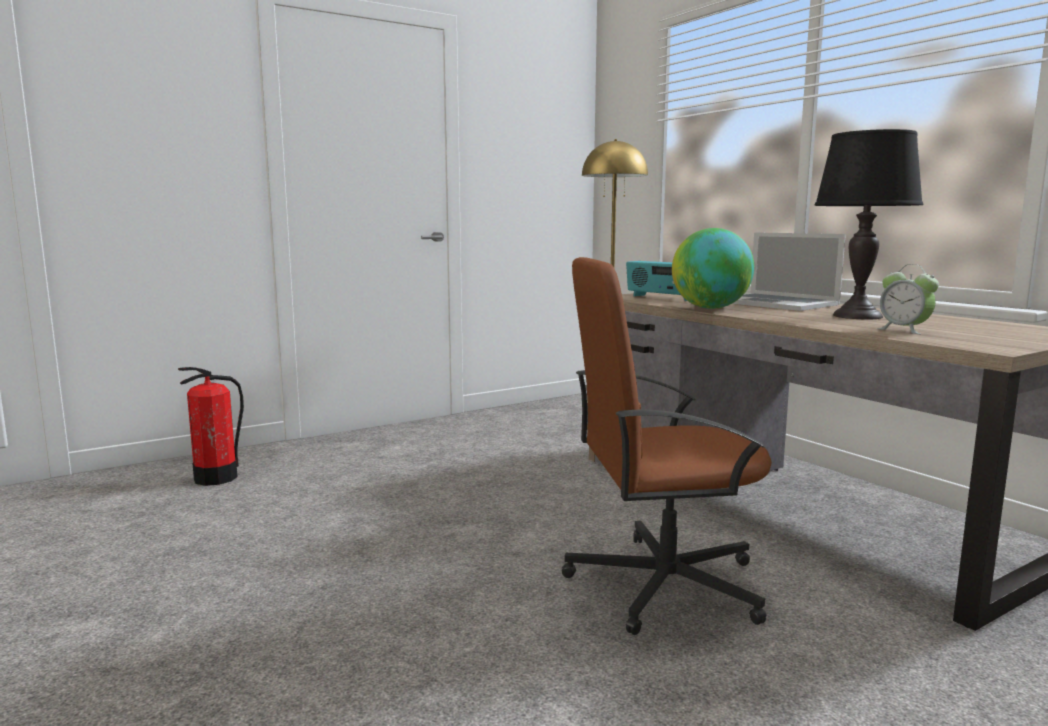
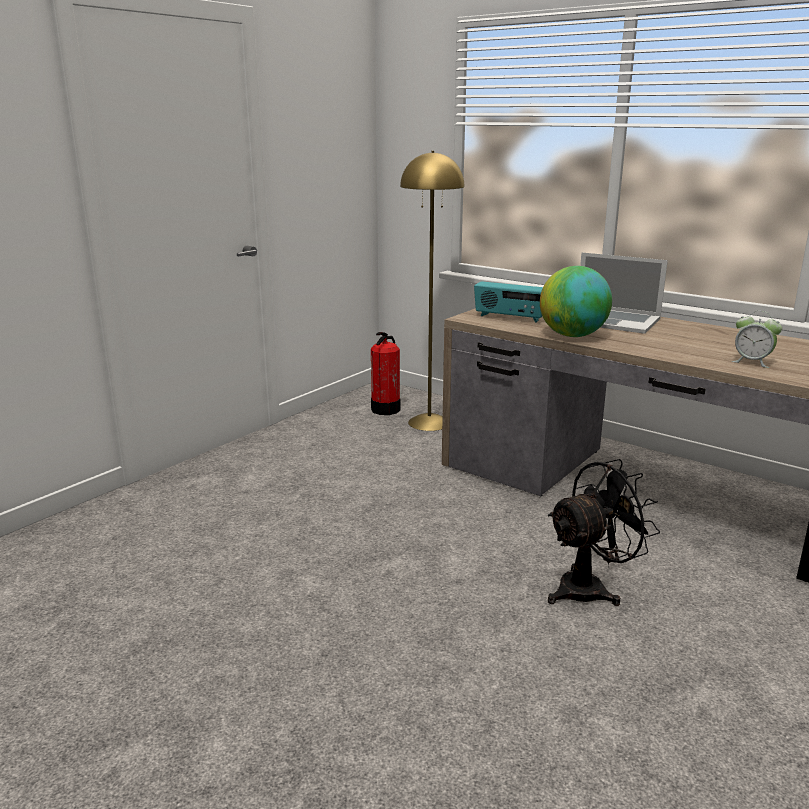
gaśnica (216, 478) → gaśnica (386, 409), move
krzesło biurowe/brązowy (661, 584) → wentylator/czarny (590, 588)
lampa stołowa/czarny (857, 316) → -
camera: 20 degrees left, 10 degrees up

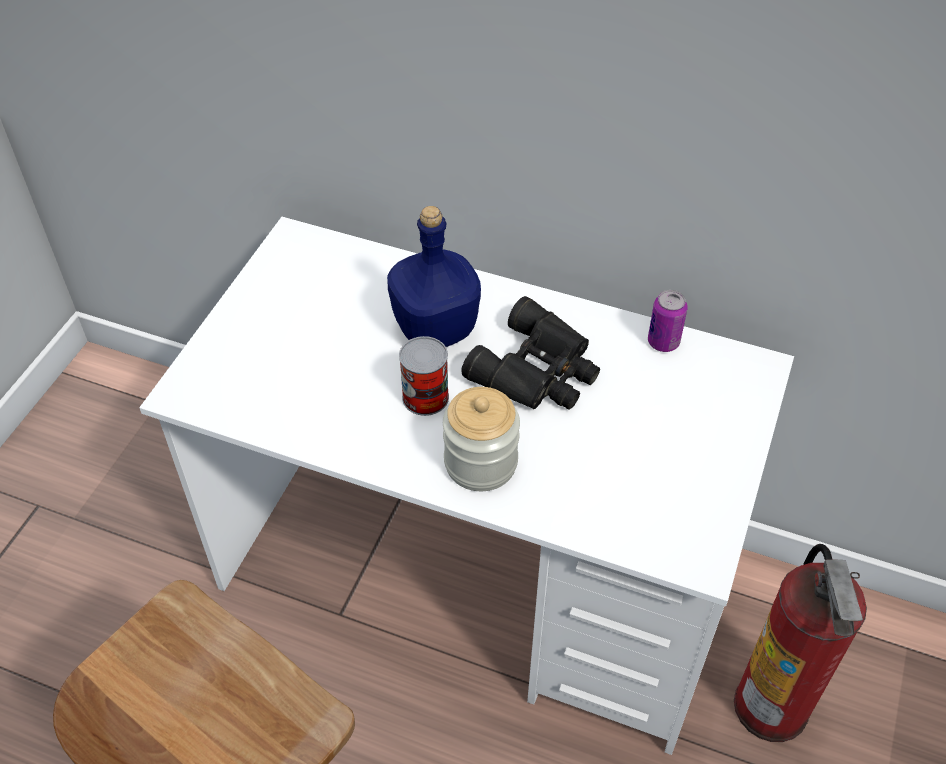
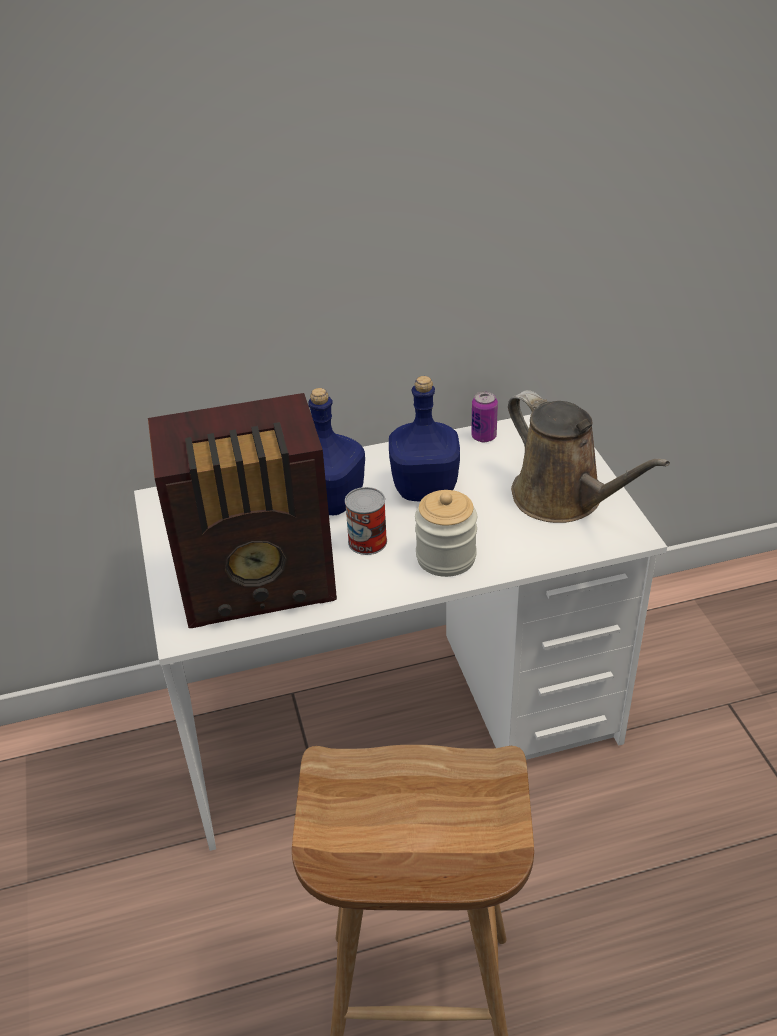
- → radio (261, 585)
lornetka/czarny (538, 371) → butelka/niebieski (425, 490)
- → konewka/brązowy (563, 499)
gaśnica (772, 707) → -
camera: 35 degrees left, 10 degrees down

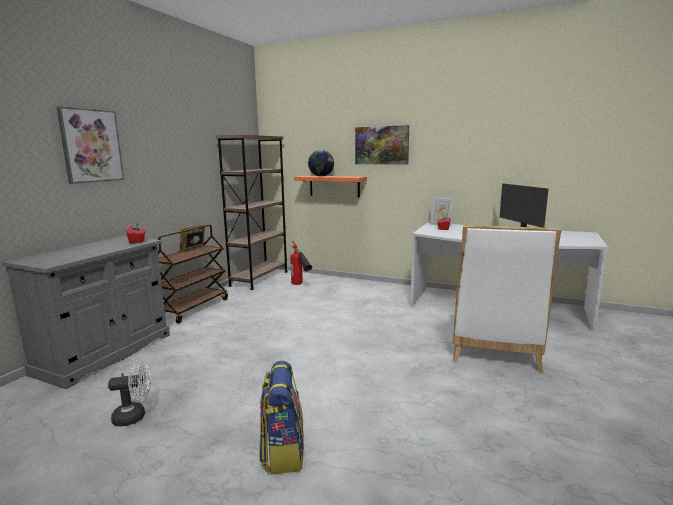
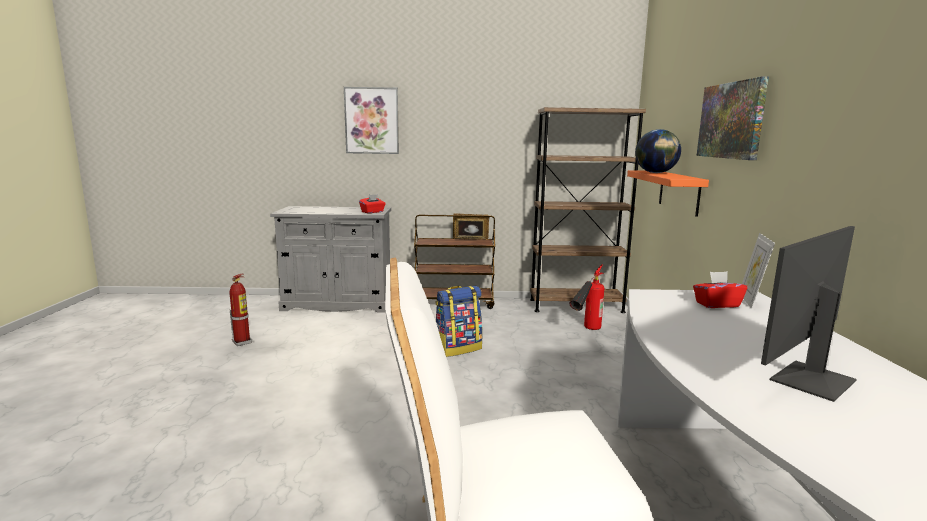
wentylator/biały (135, 416) → gaśnica (242, 342)
plecak (282, 452) → plecak (458, 348), move
camera: 65 degrees right, 0 degrees up

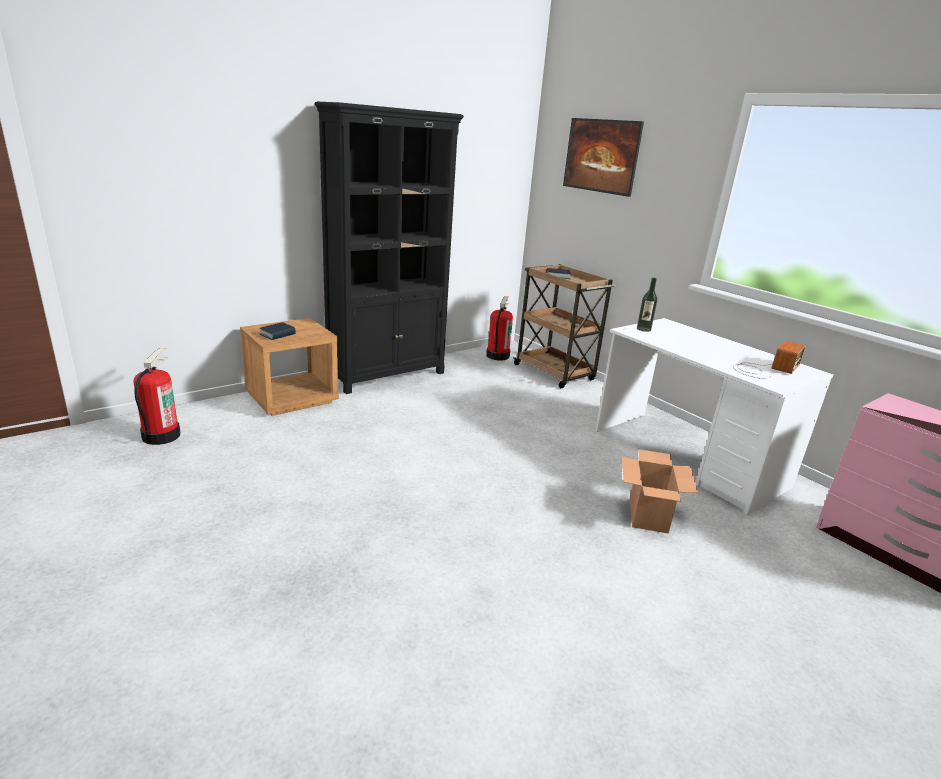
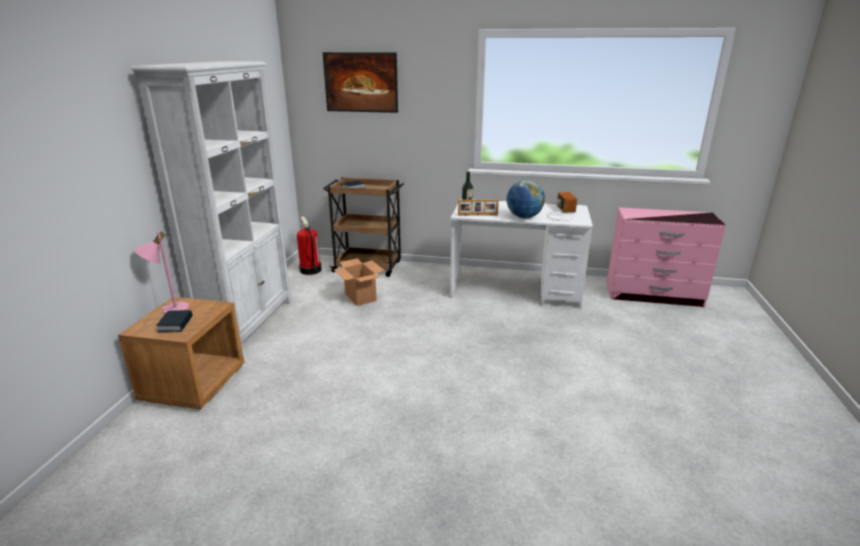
regał/czarny (387, 375) → regał/biały (248, 323)
- → lampa stołowa/różowy (169, 308)
karton (648, 516) → karton (361, 297), move
- → ramka na zdjęcie (477, 215)
- → globus (524, 217)
gaśnica (160, 436) → -
camera: 40 degrees left, 0 degrees up

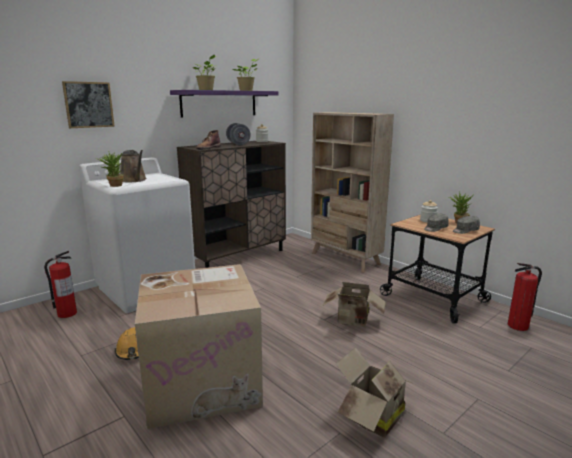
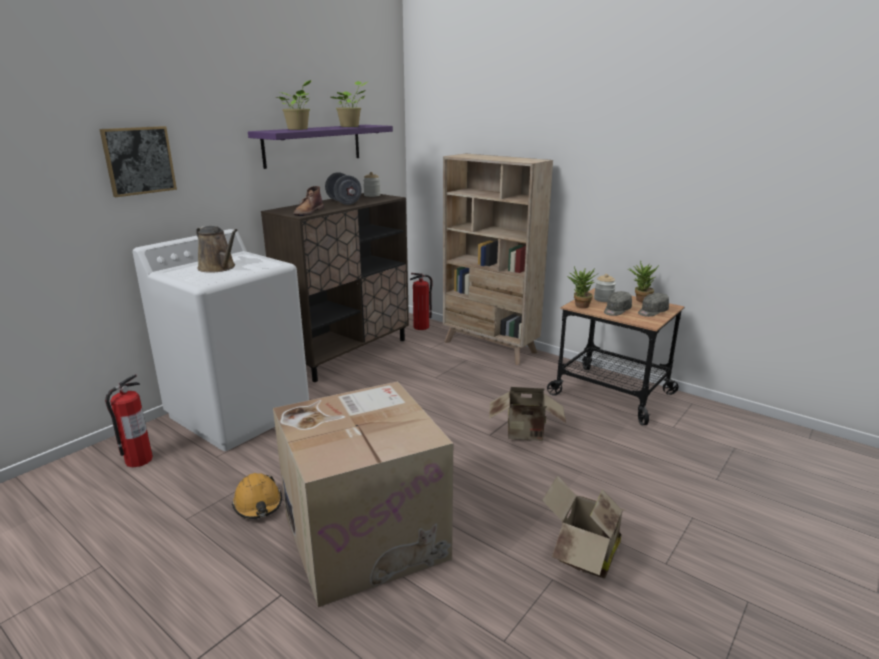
gaśnica (518, 326) → gaśnica (421, 327), move
roślina doniczkowa (113, 185) → roślina doniczkowa (579, 306), move
camera: 10 degrees left, 5 degrees up

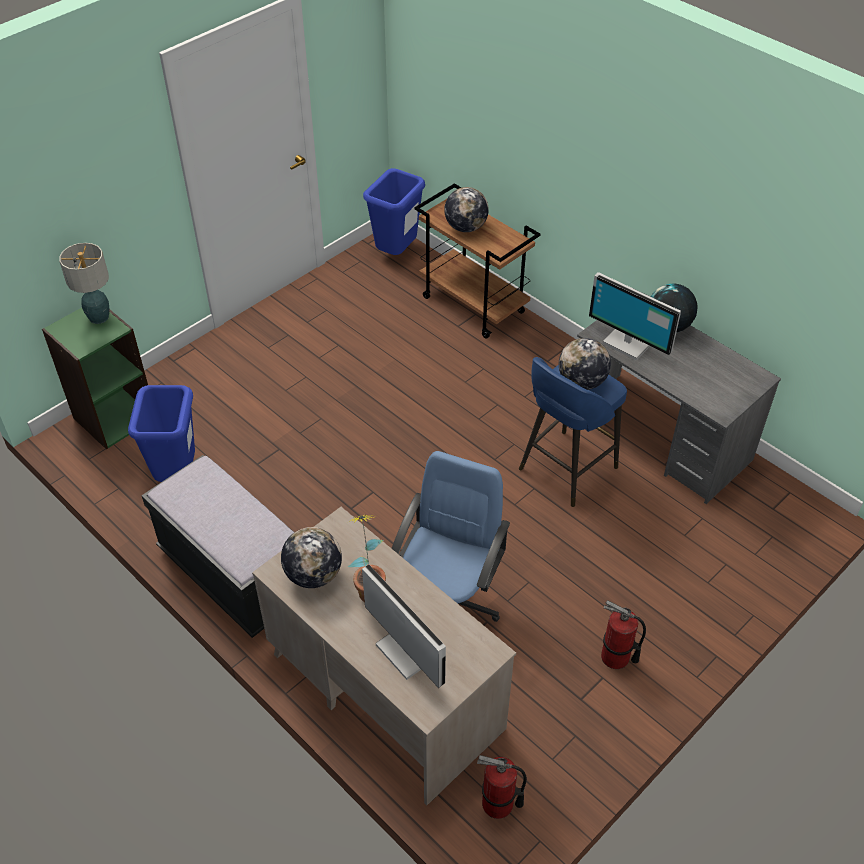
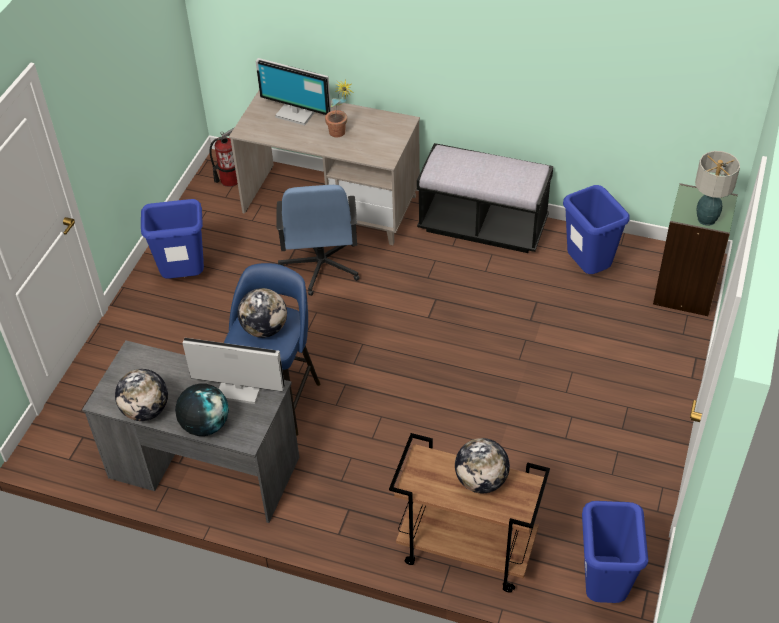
globus (313, 575) → globus (146, 410), move
gaśnica (615, 657) → kosz na śmieci/niebieski (185, 277)
camera: 155 degrees right, 0 degrees up

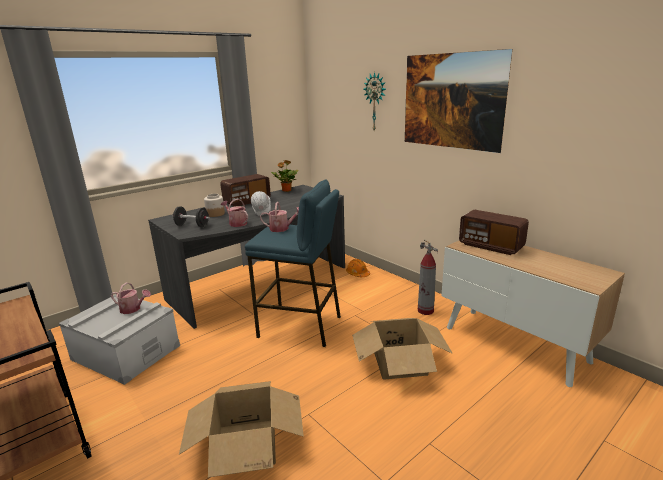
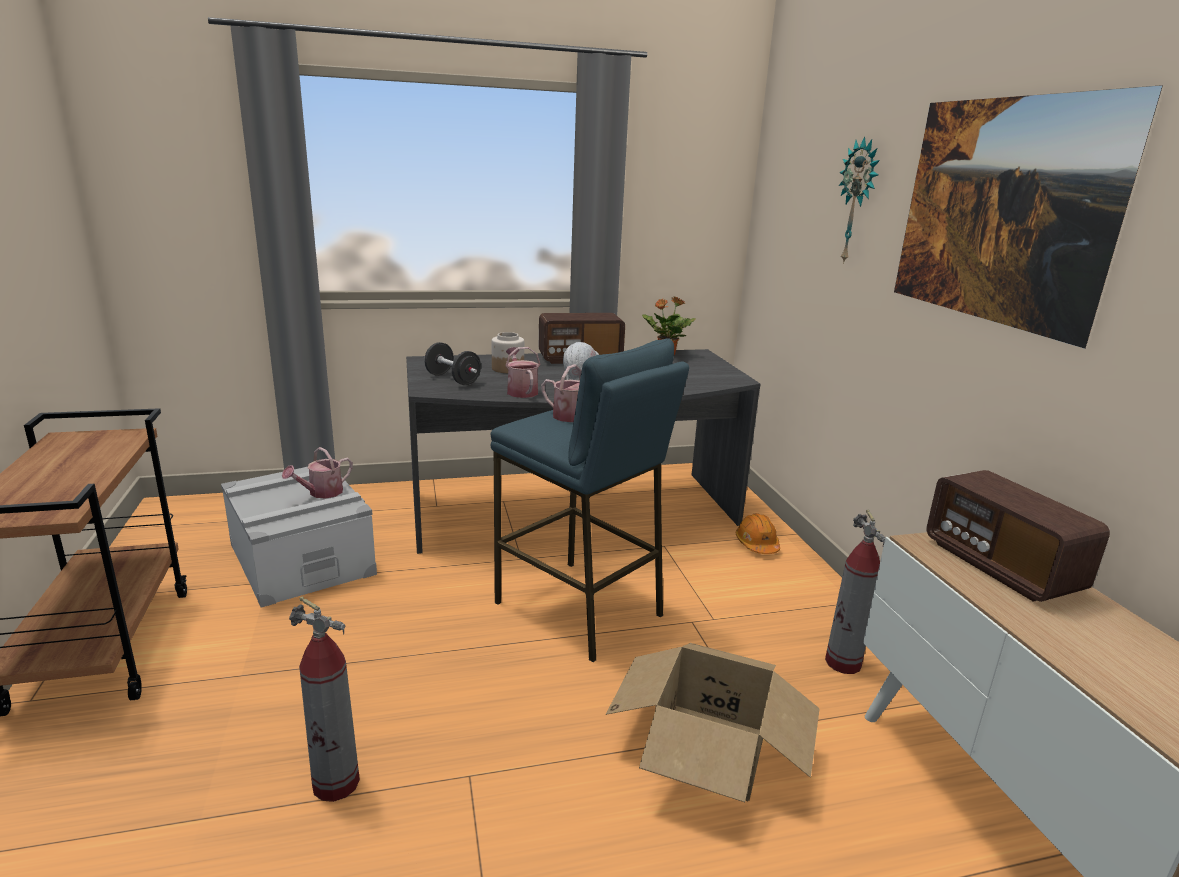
konewka (133, 309) → konewka (321, 493), 90 degrees clockwise
karton (247, 444) → gaśnica (336, 783)
camera: 25 degrees right, 0 degrees up

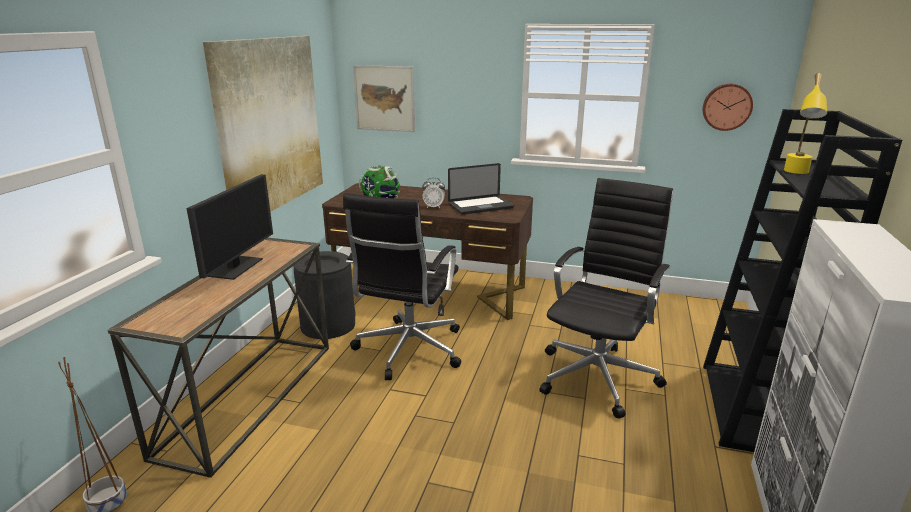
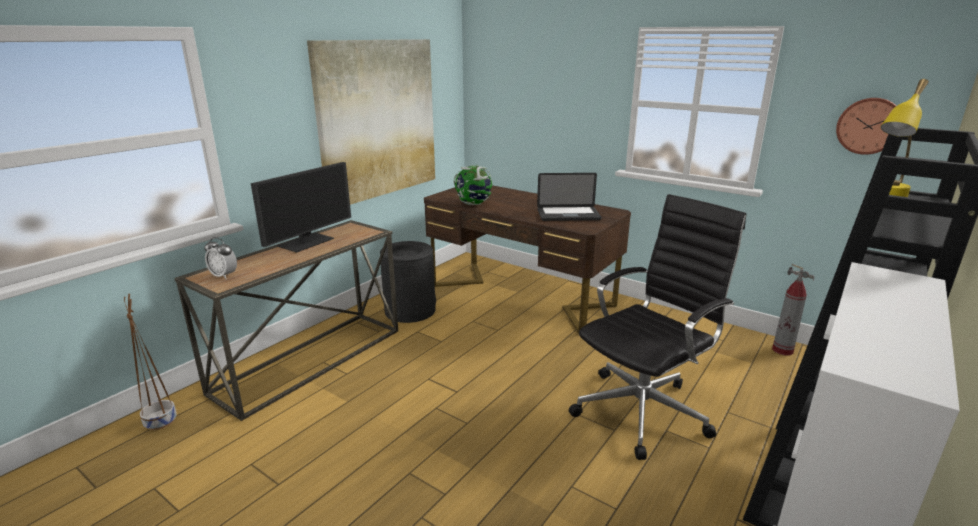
budzik (434, 207) → budzik (224, 276), move
- → gaśnica (782, 350)
krzesło biurowe/czarny (408, 351) → -
obraz (384, 98) → -
camera: 20 degrees right, 0 degrees up

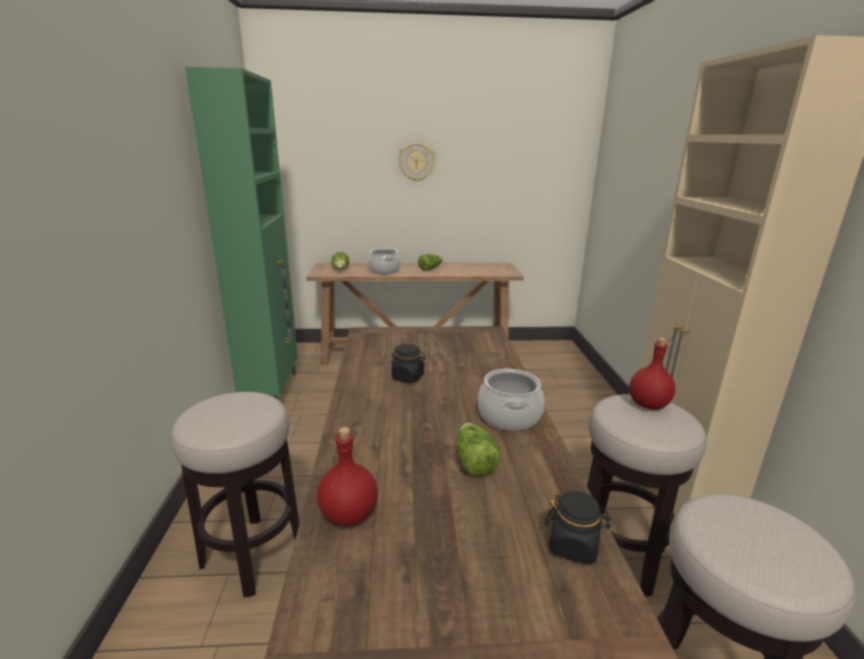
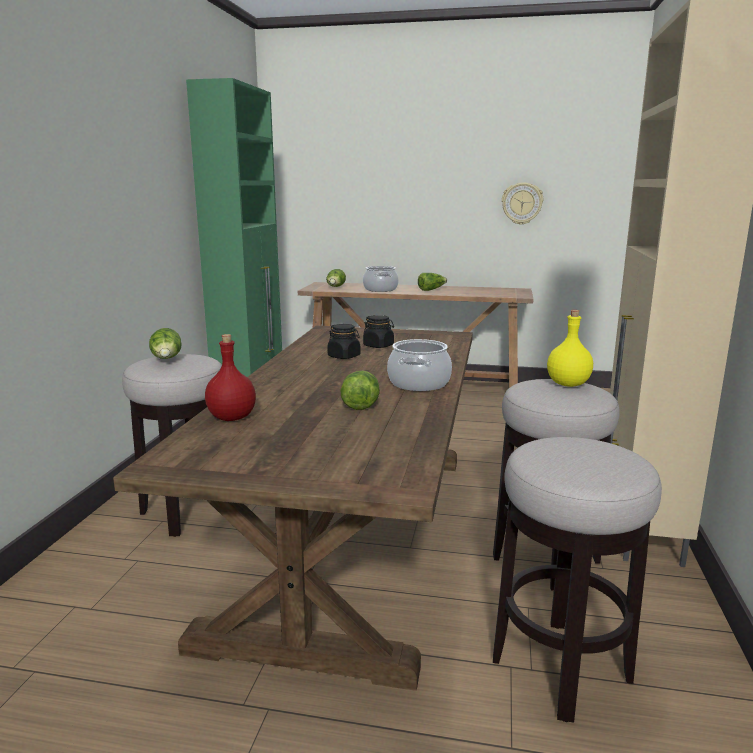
- → sałata (167, 359)
słoik/czarny (573, 545) → słoik/czarny (378, 346), move
zegar ścienny (416, 162) → zegar ścienny (522, 203), move
butelka/czerwony (648, 405) → butelka/żółty (568, 384)
camera: 15 degrees right, 5 degrees down

